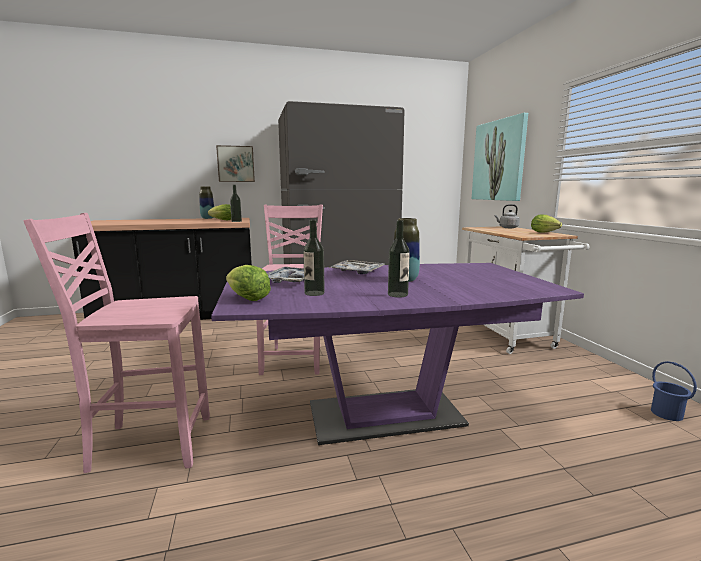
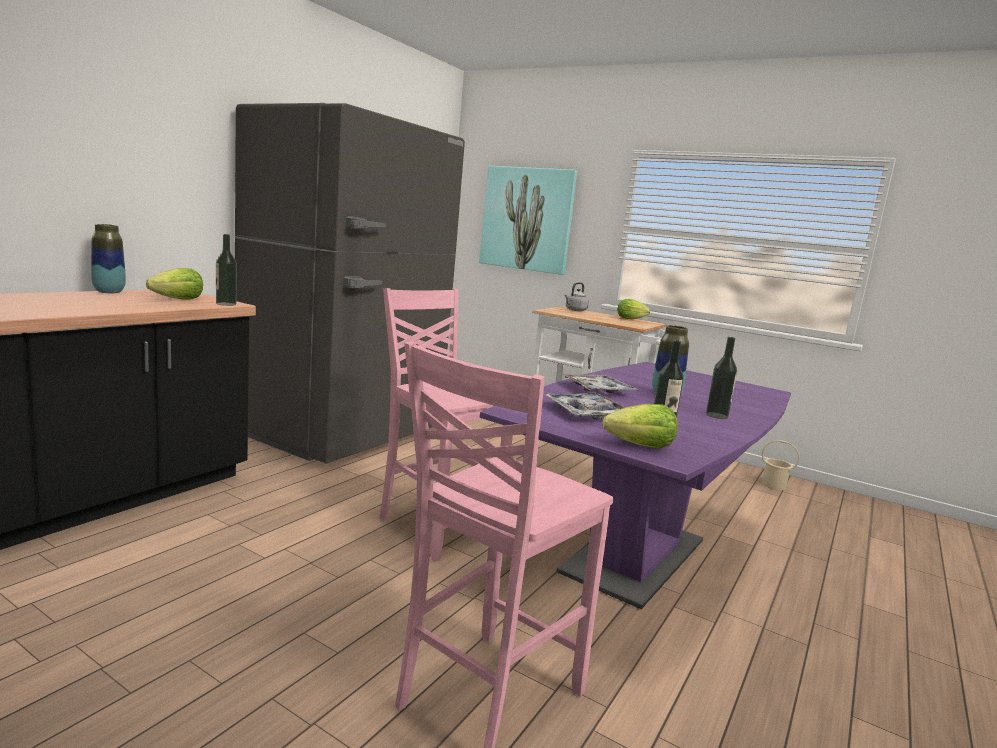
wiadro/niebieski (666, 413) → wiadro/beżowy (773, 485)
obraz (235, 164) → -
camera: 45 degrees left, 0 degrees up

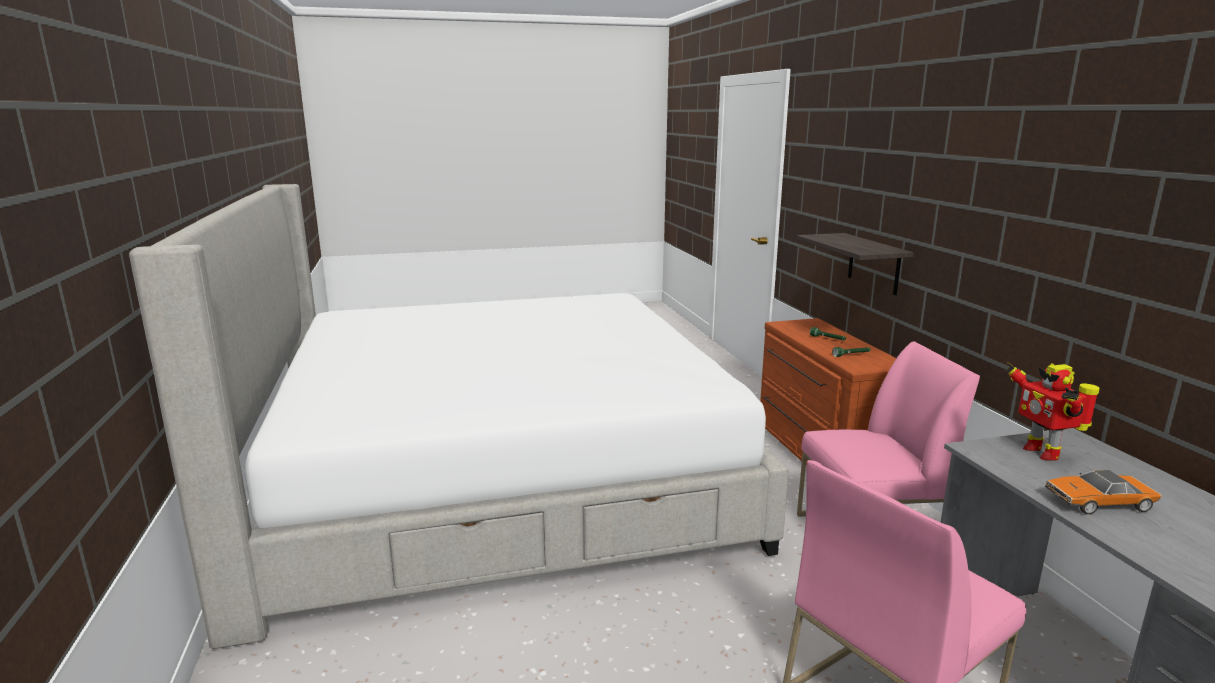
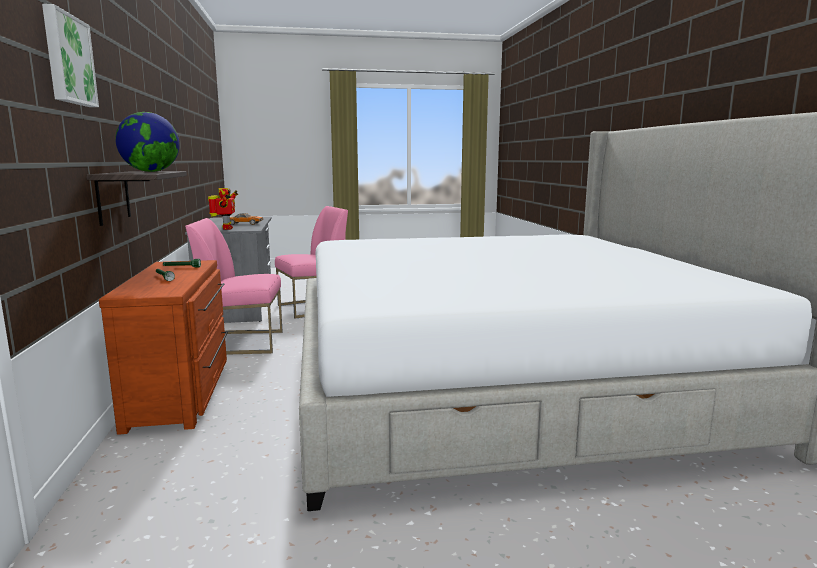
- → obraz (67, 60)
- → globus (151, 171)
camera: 175 degrees left, 5 degrees down

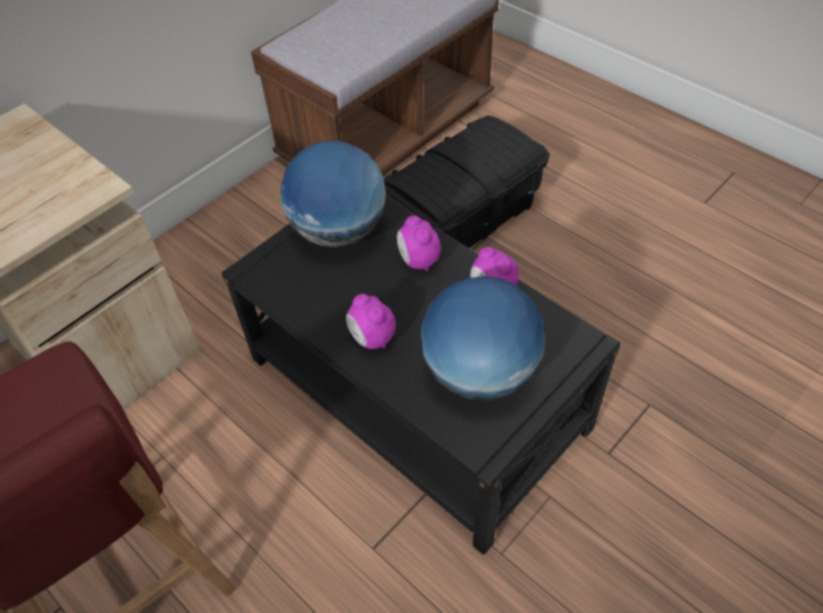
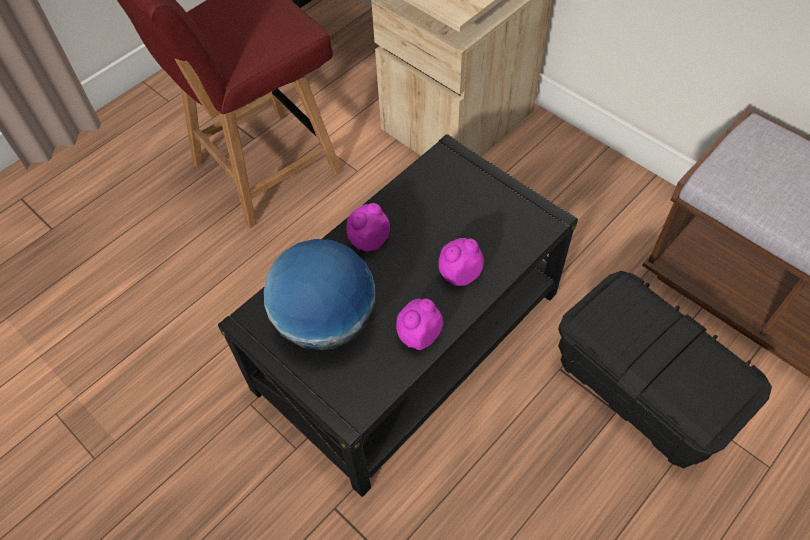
globus (339, 231) → -
camera: 90 degrees right, 5 degrees up

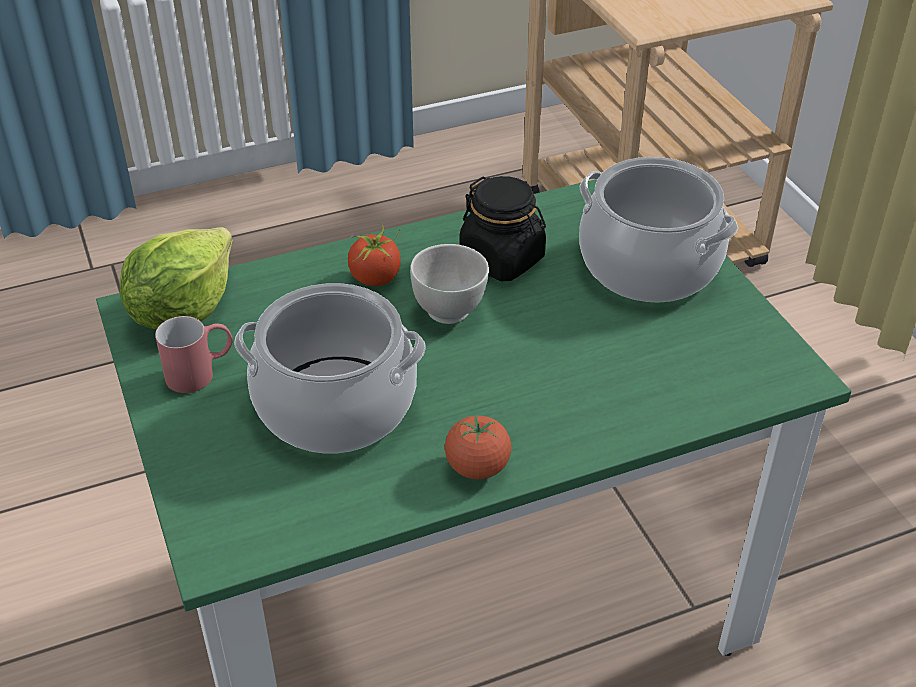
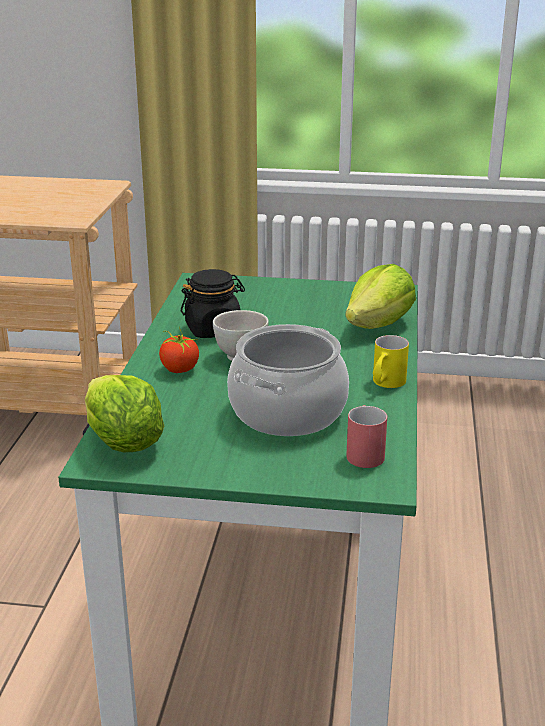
- → sałata (379, 325)
kubek/czerwony (201, 372) → kubek/czerwony (364, 452), move
pomidor (477, 468) → kubek/żółty (385, 384)
garnek (650, 265) → -
camera: 60 degrees left, 15 degrees down

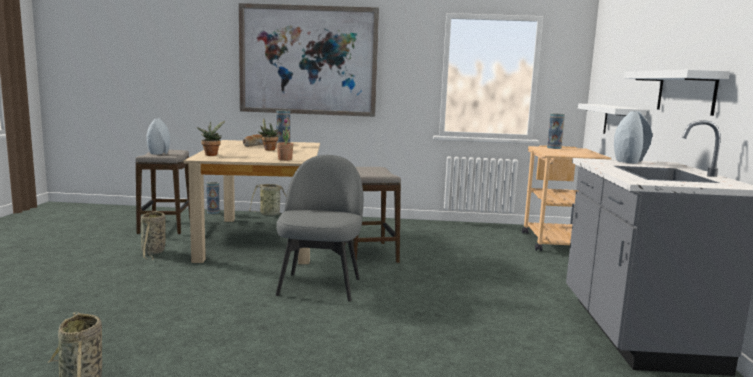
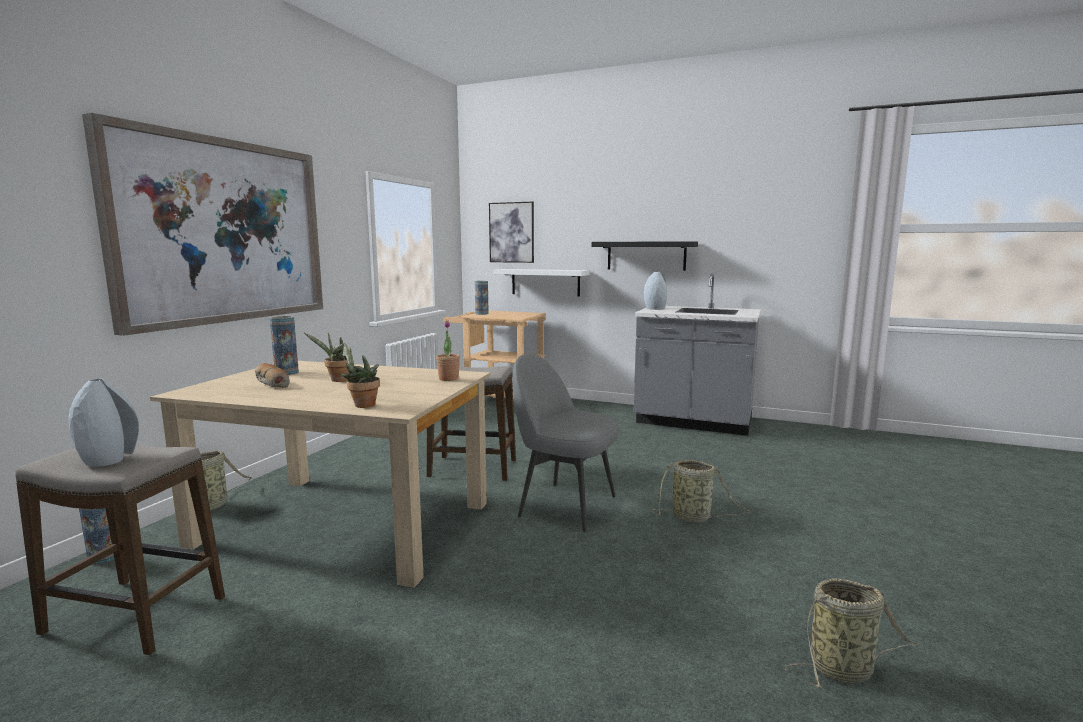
- → obraz (511, 232)
półka/biały (686, 92) → półka/czarny (646, 256)
koszyk (153, 252) → koszyk (694, 518), move
camera: 70 degrees left, 0 degrees up

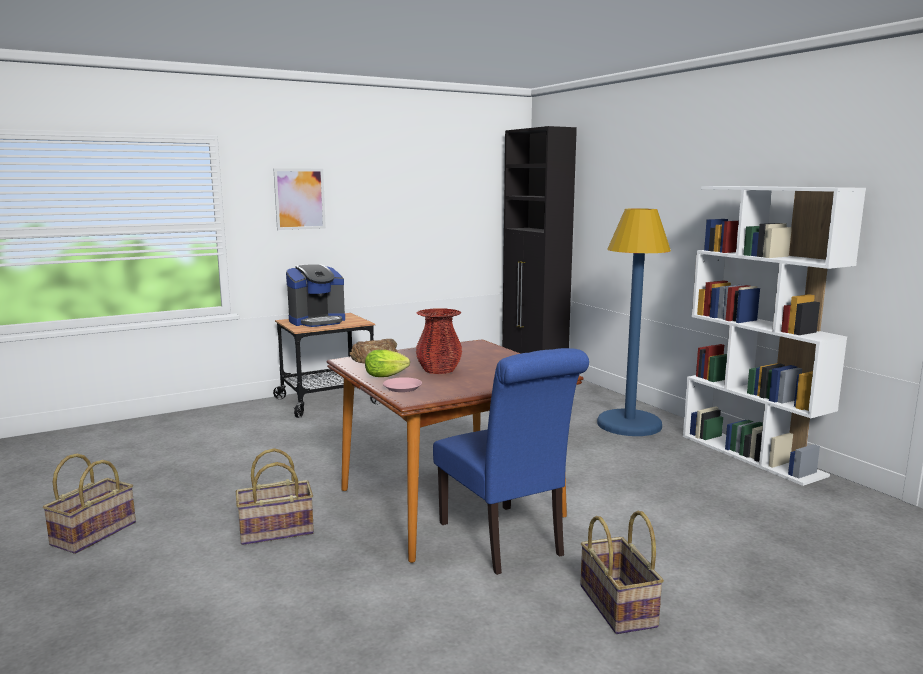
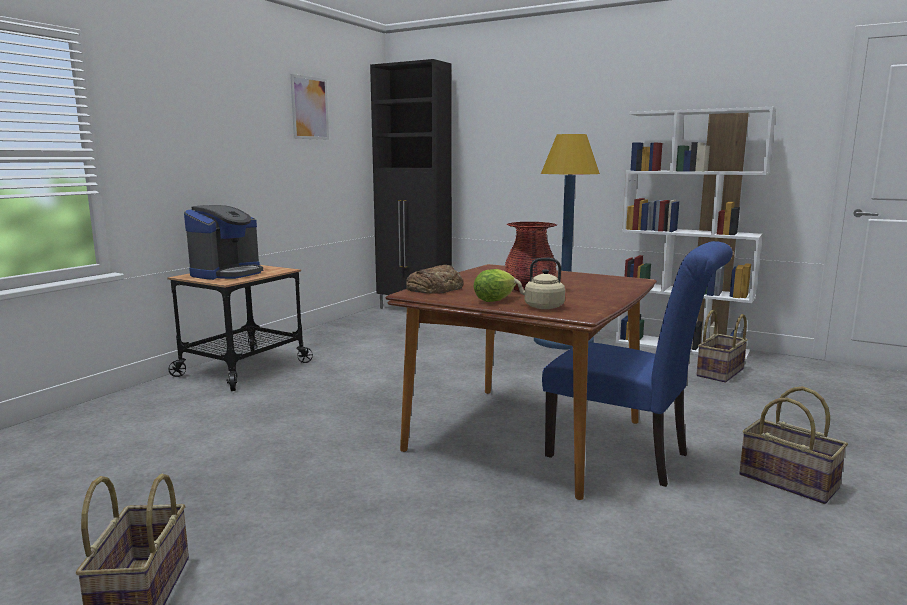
obraz (300, 199) → obraz (309, 108), move
talerz/różowy (402, 388) → czajnik/beżowy (541, 307)
koszyk (276, 531) → koszyk (721, 373), move
camera: 30 degrees left, 0 degrees up

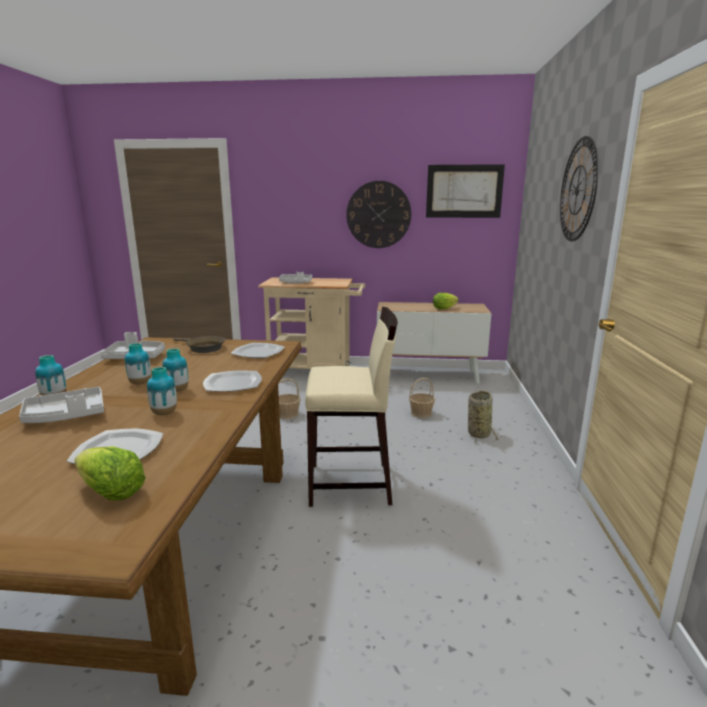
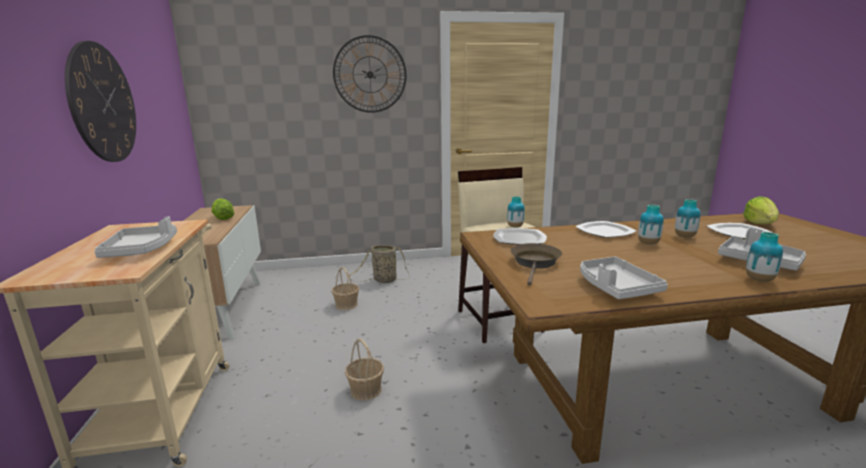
wazon (140, 383) → wazon (515, 227), move
obraz (464, 191) → -
camera: 105 degrees left, 0 degrees up

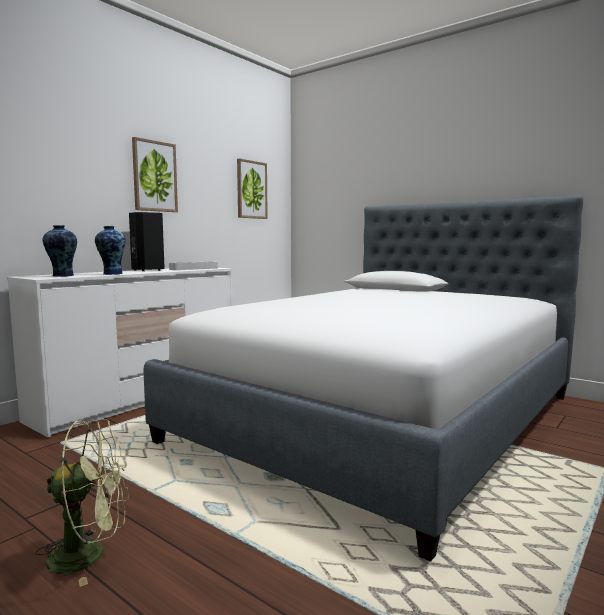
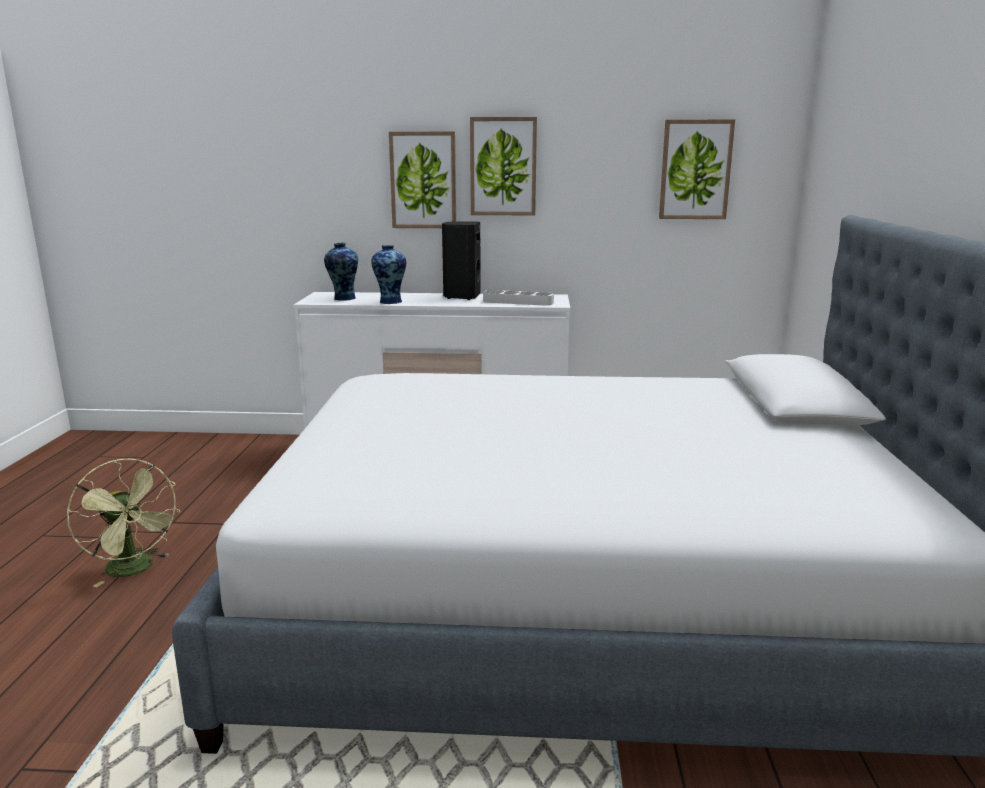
- → obraz (423, 180)
camera: 55 degrees right, 10 degrees up

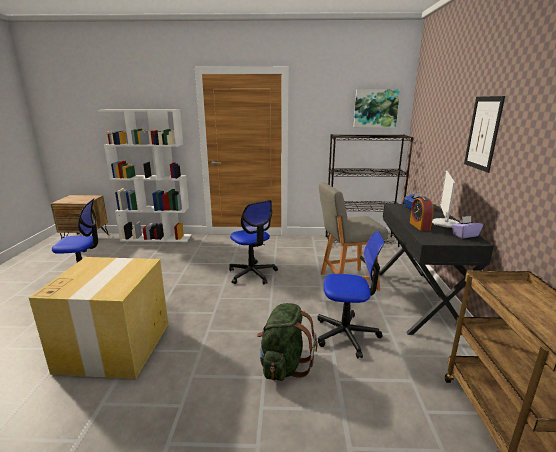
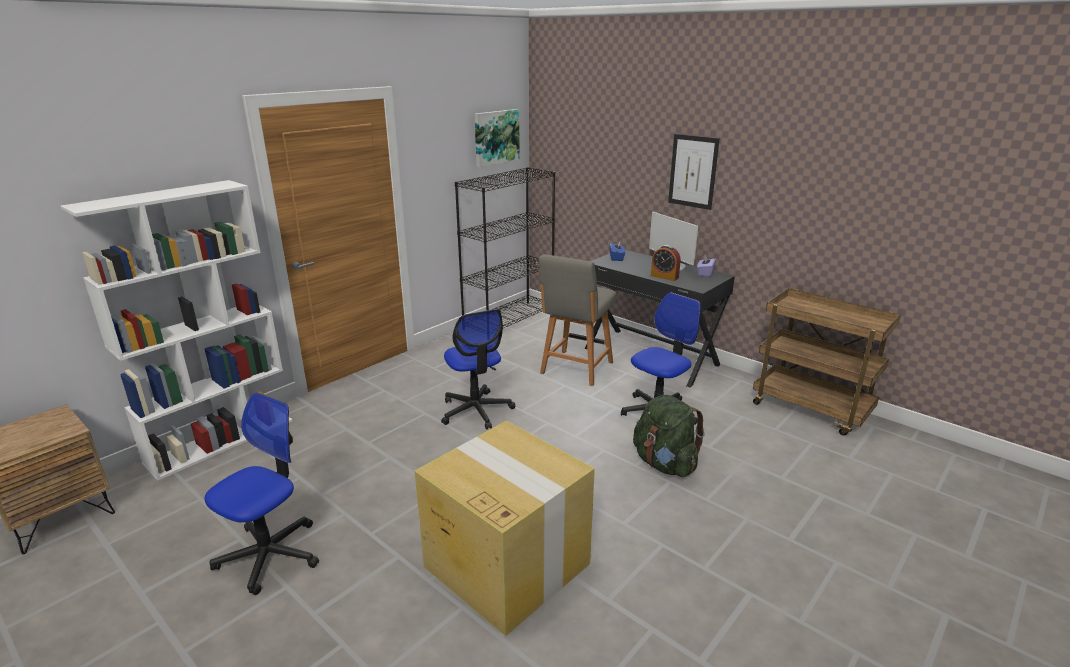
krzesło biurowe (252, 274) → krzesło biurowe (476, 411), 60 degrees clockwise
camera: 50 degrees left, 5 degrees up

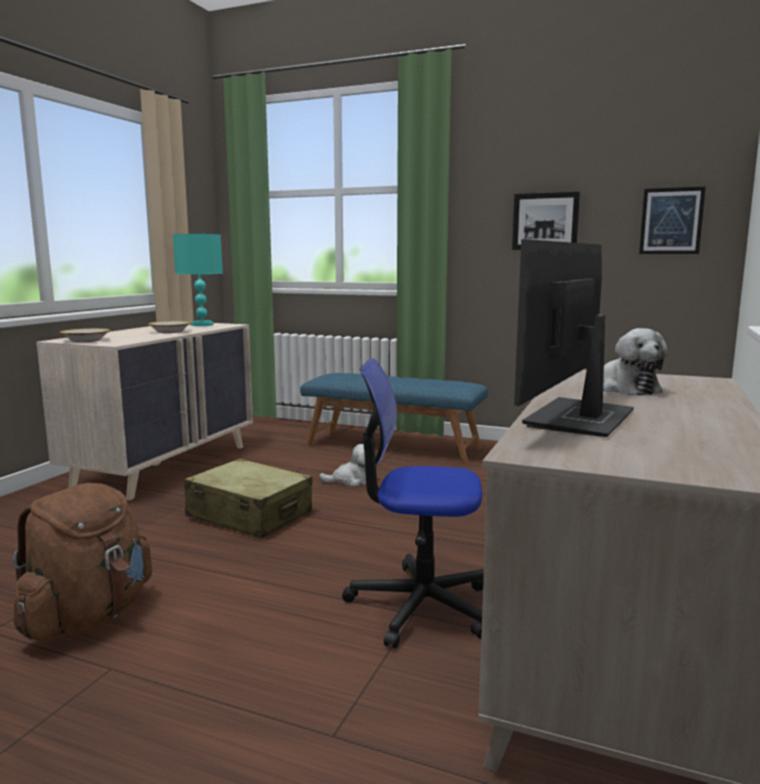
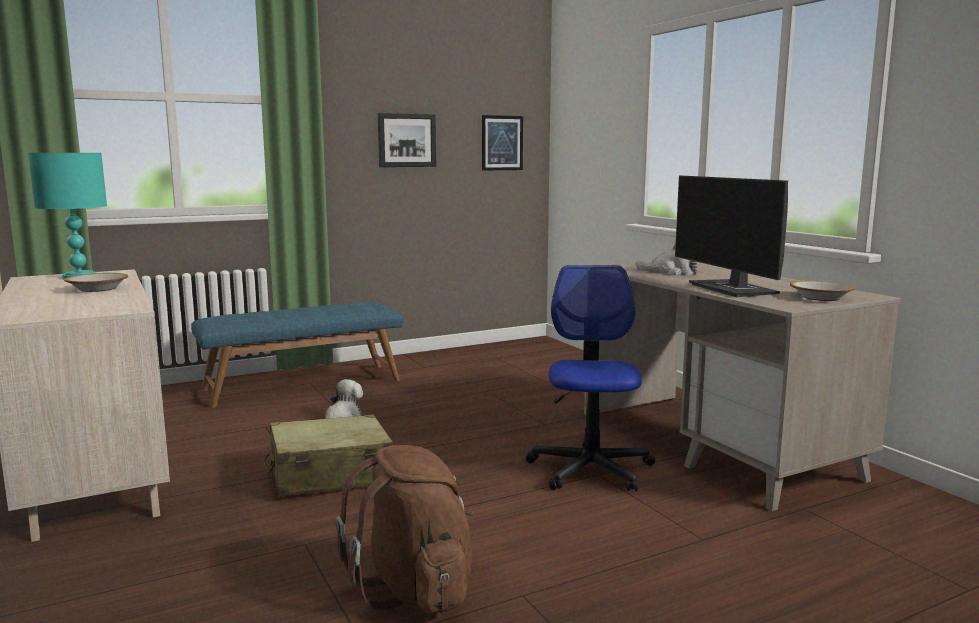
krzesło biurowe (420, 605) → krzesło biurowe (590, 469), 135 degrees clockwise
miska (86, 340) → miska (820, 297), move
camera: 50 degrees left, 0 degrees up

